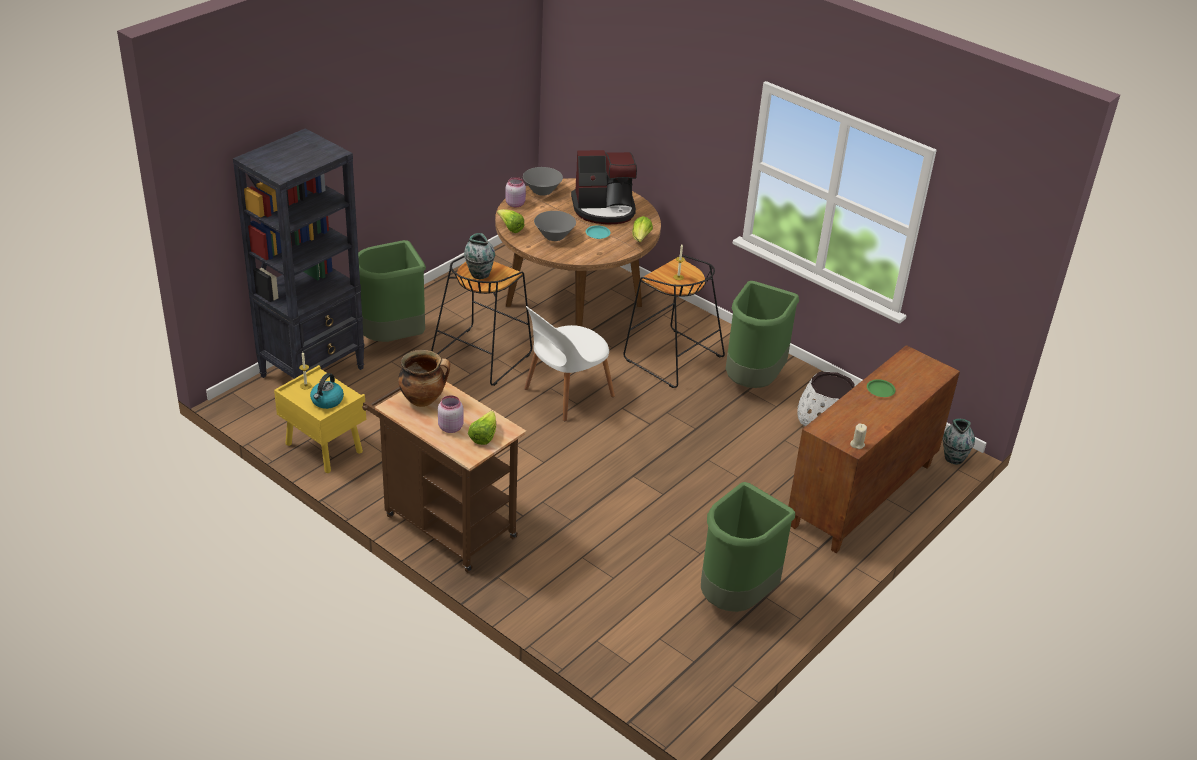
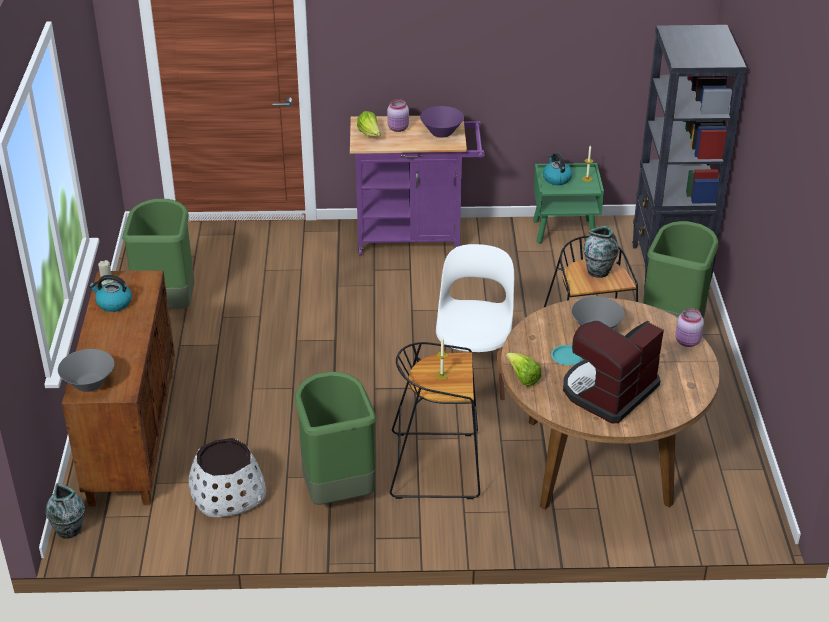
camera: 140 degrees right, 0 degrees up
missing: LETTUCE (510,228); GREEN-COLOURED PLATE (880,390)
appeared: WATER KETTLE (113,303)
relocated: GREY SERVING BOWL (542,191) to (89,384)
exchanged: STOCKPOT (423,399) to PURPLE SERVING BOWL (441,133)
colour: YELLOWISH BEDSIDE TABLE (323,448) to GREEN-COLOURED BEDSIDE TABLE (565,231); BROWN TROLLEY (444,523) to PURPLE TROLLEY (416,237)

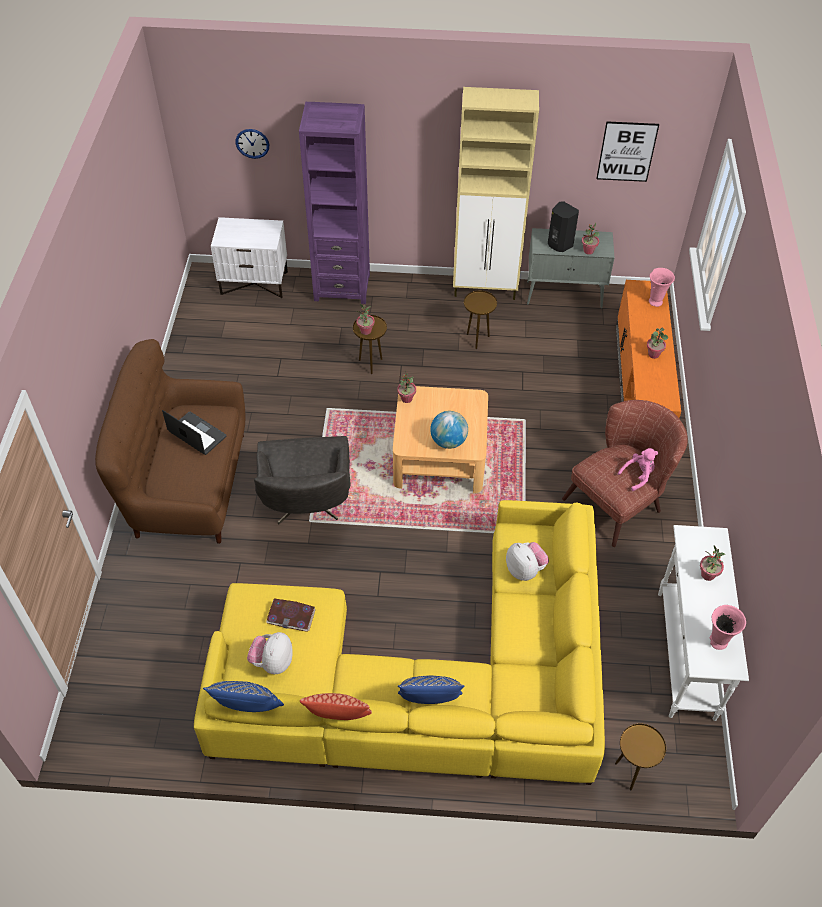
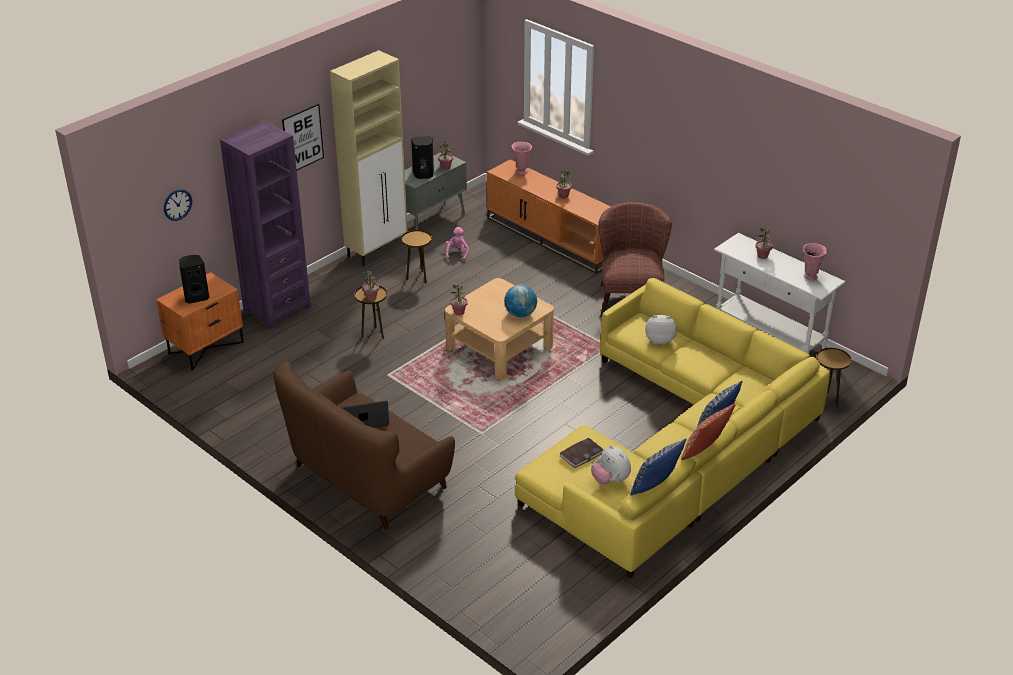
camera: 50 degrees left, 15 degrees down
missing: GREY EASY CHAIR (307,506)
appeared: BLACK AUDIO SPEAKER (196,297)
relocated: WALL ART (627,151) to (303,138); PINK-COLOURED SOFT TOY (638,475) to (457,254)
colour: WHITISH BEDSIDE TABLE (254,282) to ORANGE BEDSIDE TABLE (206,347)

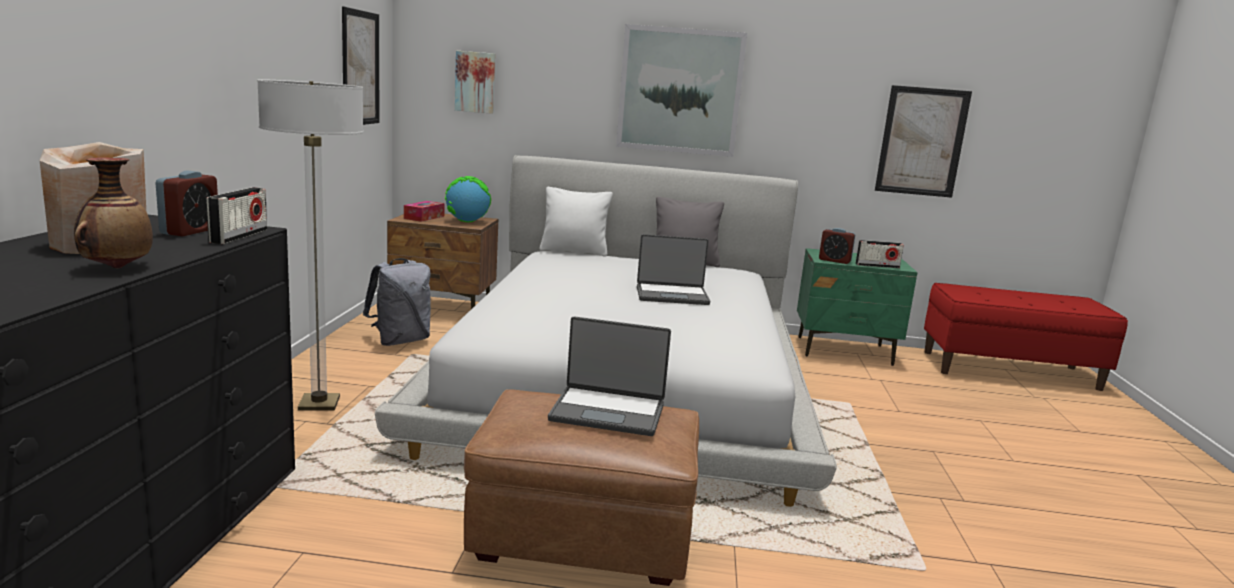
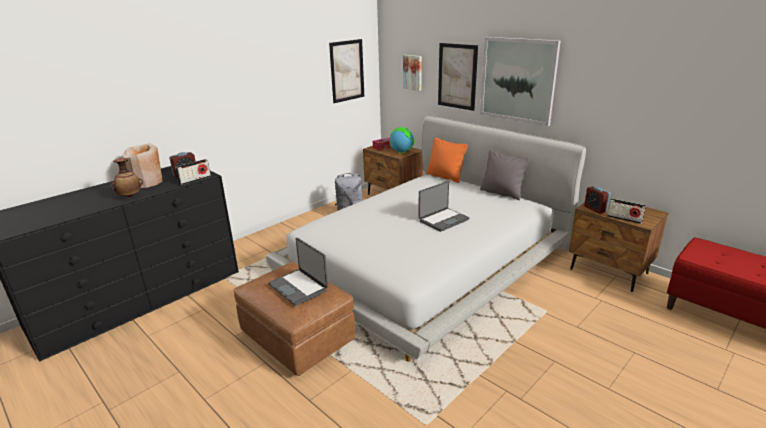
camera: 40 degrees right, 10 degrees up
missing: STANDARD LAMP (319,404)
relocated: WALL ART (921,141) to (457,76)
colour: WHITISH THROW PILLOW (574,251) to ORANGE THROW PILLOW (445,177); GREEN-COLOURED BEDSIDE TABLE (845,351) to BROWN BEDSIDE TABLE (609,271)
spun: NOTEBOOK COMPUTER (672,295) = (443,220) 75 degrees counterclockwise

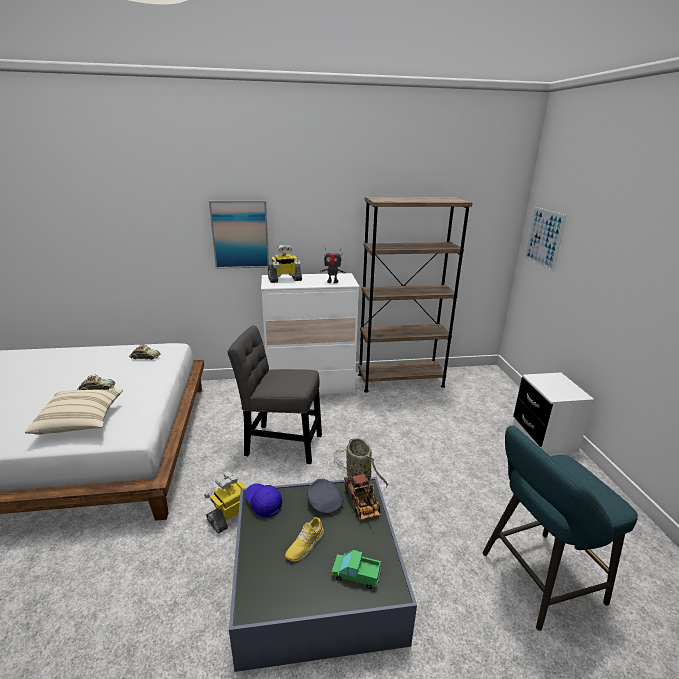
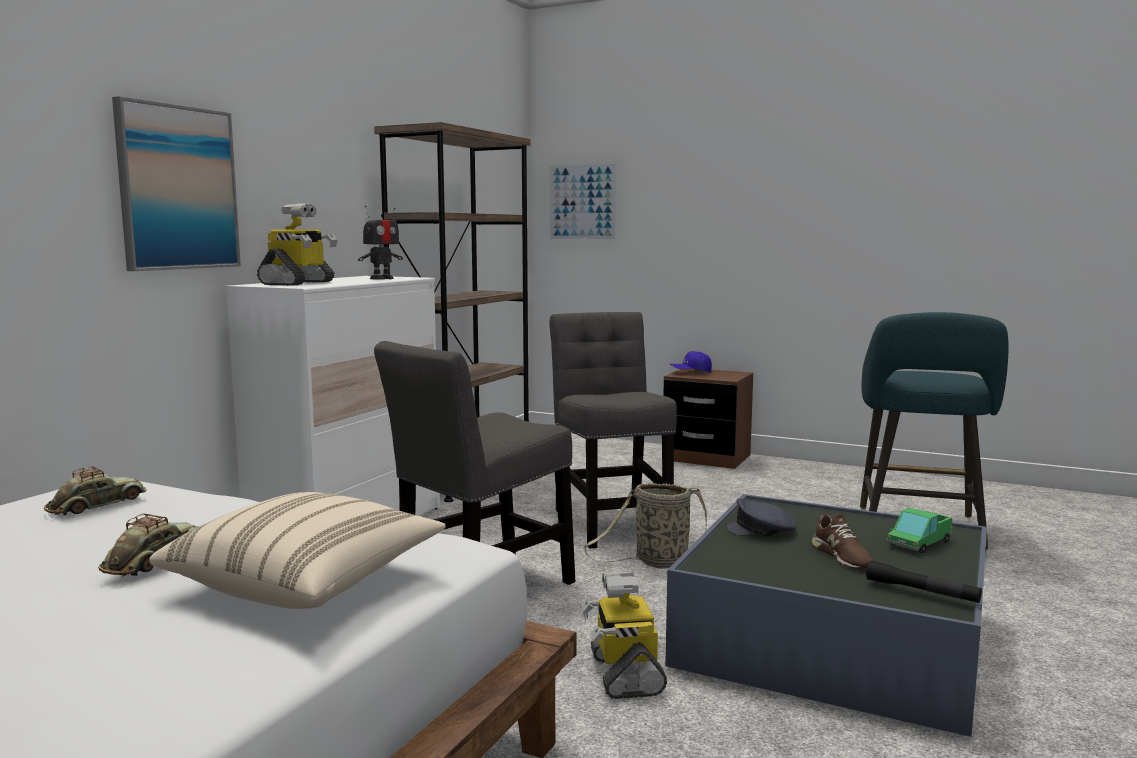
camera: 55 degrees left, 15 degrees down
missing: TOY TRUCK (362,505)
appeared: GREY UPRIGHT CHAIR (611,521); BLACK TORCH (922,591)
relocated: BLUE-COLOURED PEAKED CAP (263,503) to (690,372)
colour: YELLOWISH ITEM OF FOOTWEAR (305,544) to BROWN ITEM OF FOOTWEAR (841,556); WHITISH BEDSIDE TABLE (543,437) to BROWN BEDSIDE TABLE (707,458)

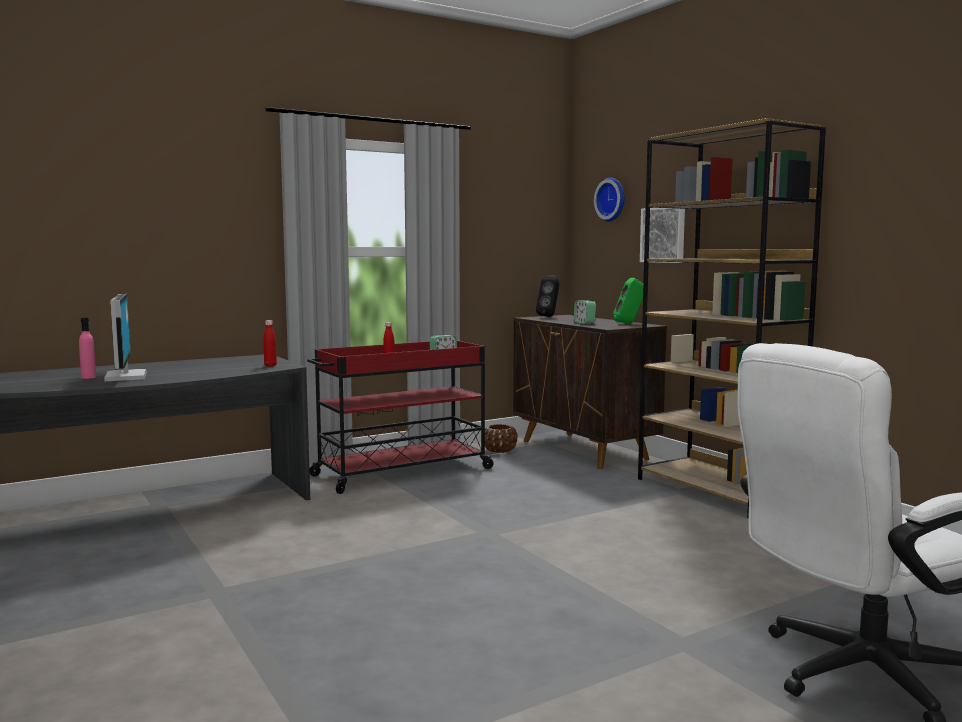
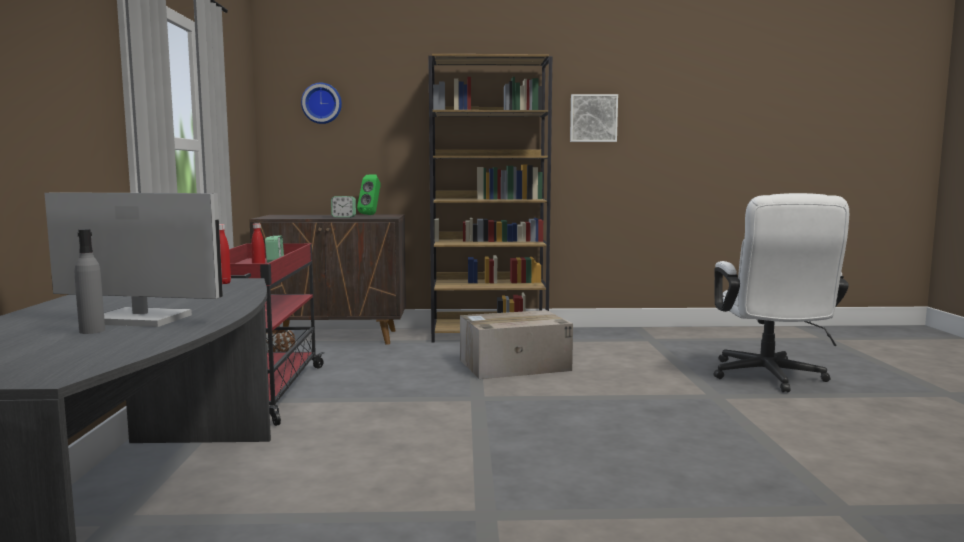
camera: 60 degrees left, 0 degrees up
missing: BLACK AUDIO SPEAKER (549,316)
appeared: CARTON (513,365)
relocated: WALL ART (664,235) to (593,118)
colour: PINK-COLOURED BOTTLE (88,377) to GREY BOTTLE (92,331)

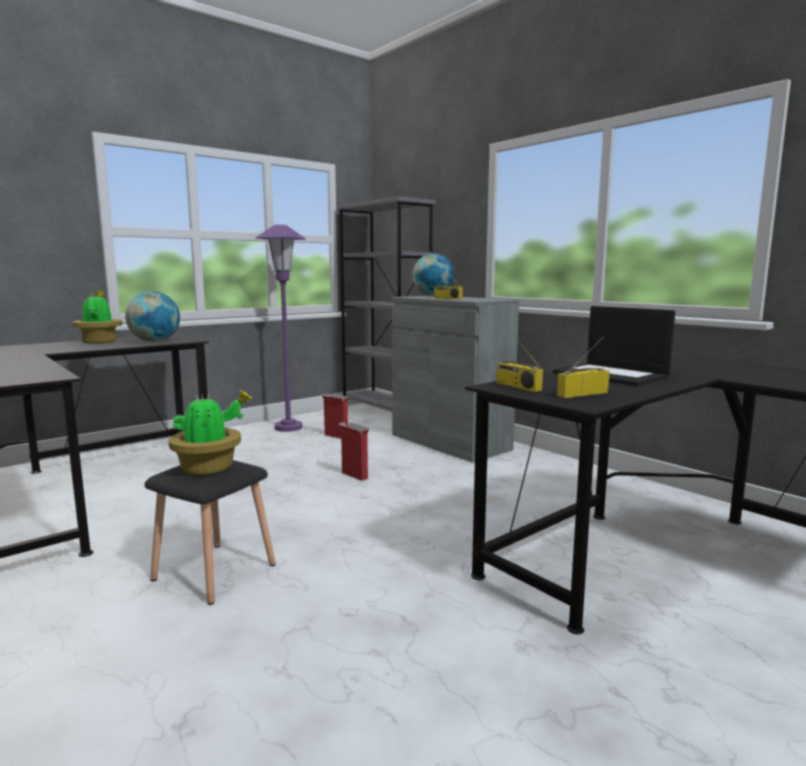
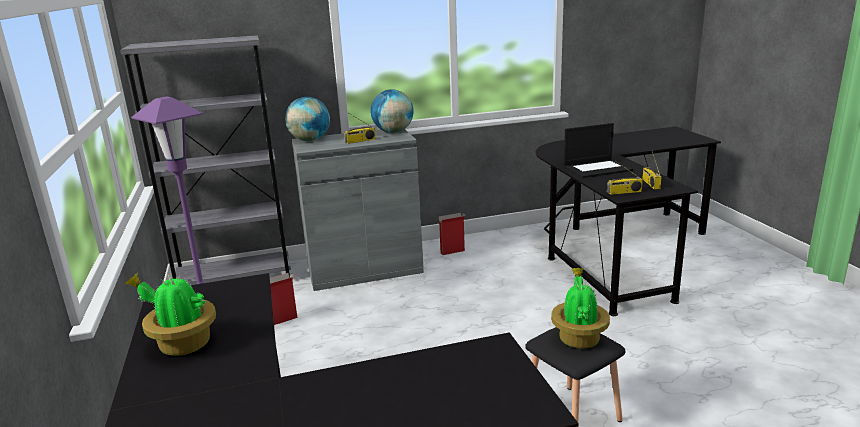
camera: 65 degrees left, 10 degrees up
relocated: GLOBE (155,341) to (393,132); CARTON (354,475) to (452,252)

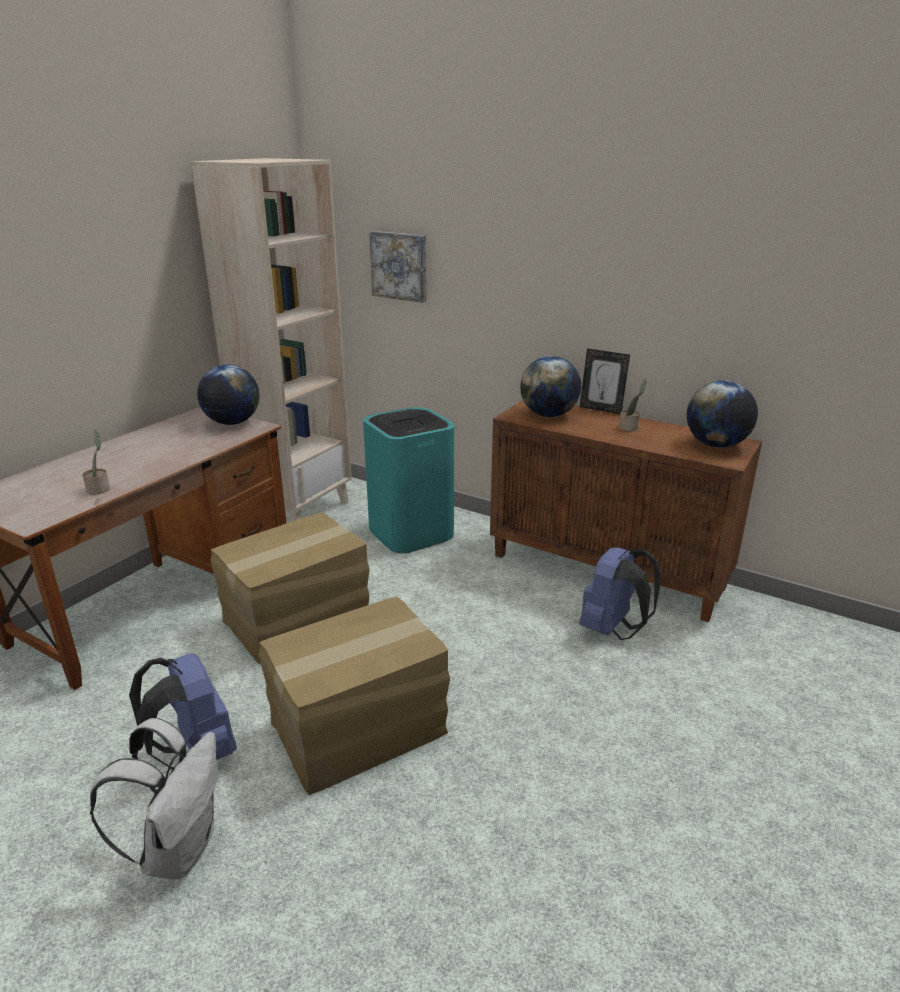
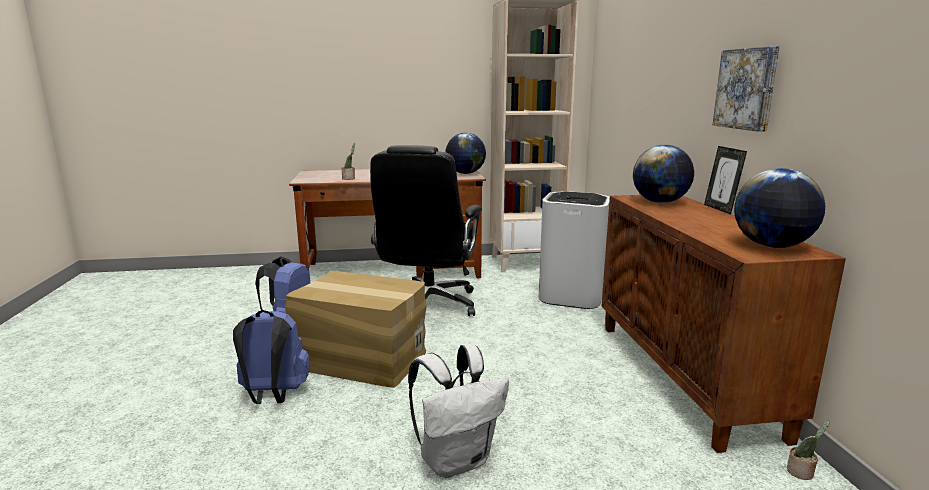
camera: 50 degrees right, 10 degrees down
relocated: WHITISH RUCKSACK (179,848) to (456,460); WALL ART (400,266) to (747,89); BLUE-COLOURED RUCKSACK (612,629) to (273,395); POTTED PLANT (630,428) to (802,473)
exchanged: CARTON (298,620) to BLACK OFFICE CHAIR (428,305)
colour: TURQUOISE TRASH CAN (411,532) to WHITISH TRASH CAN (570,296)

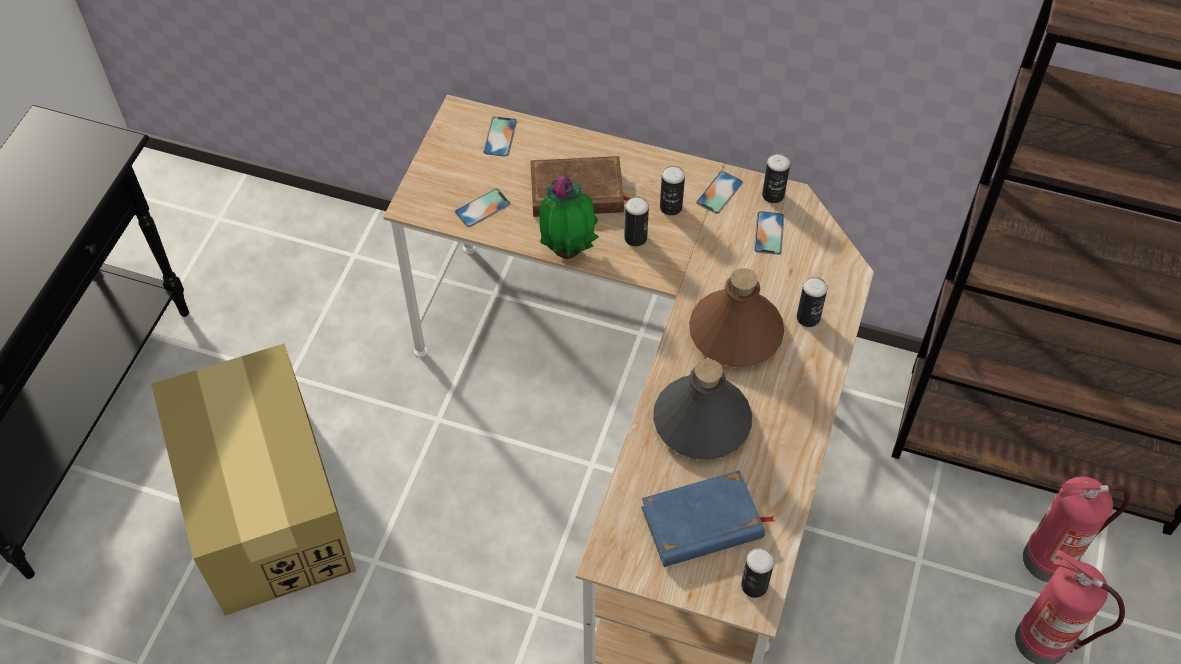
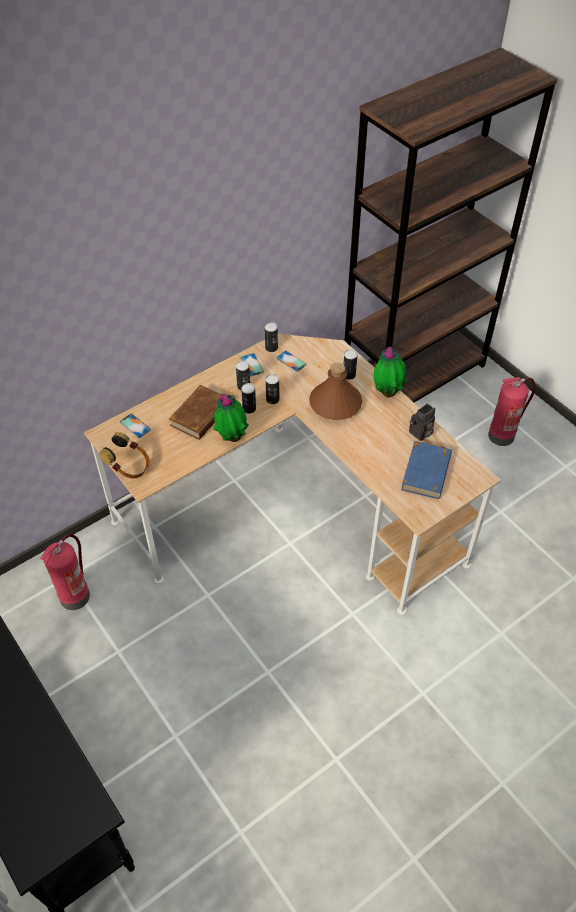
camera: 55 degrees left, 5 degrees down
missing: CARTON (267,508); TELEPHONE (482,208); GREY BOTTLE (701,422)
appeared: HEADPHONES (129,467); POTTED PLANT (387,392); PHOTO CAMERA (420,433)
relocated: CAN (754,585) to (272,399); EXTINGUISHER (1050,558) to (75,595)

